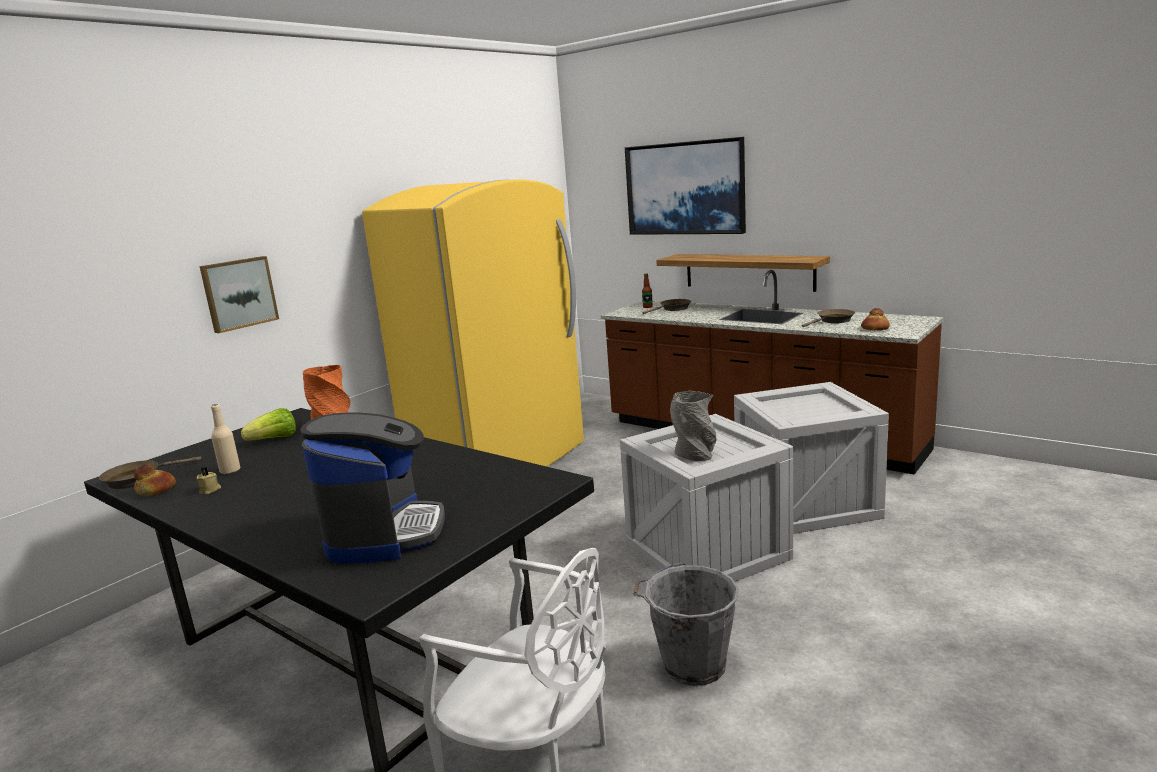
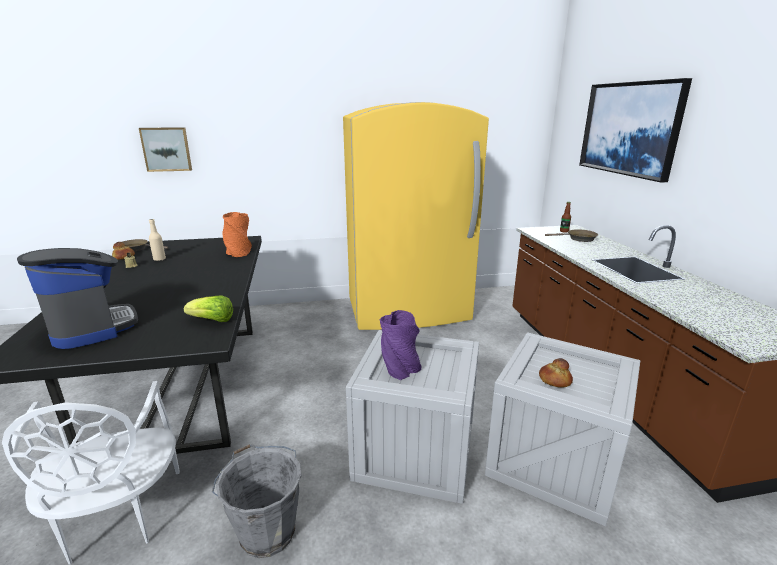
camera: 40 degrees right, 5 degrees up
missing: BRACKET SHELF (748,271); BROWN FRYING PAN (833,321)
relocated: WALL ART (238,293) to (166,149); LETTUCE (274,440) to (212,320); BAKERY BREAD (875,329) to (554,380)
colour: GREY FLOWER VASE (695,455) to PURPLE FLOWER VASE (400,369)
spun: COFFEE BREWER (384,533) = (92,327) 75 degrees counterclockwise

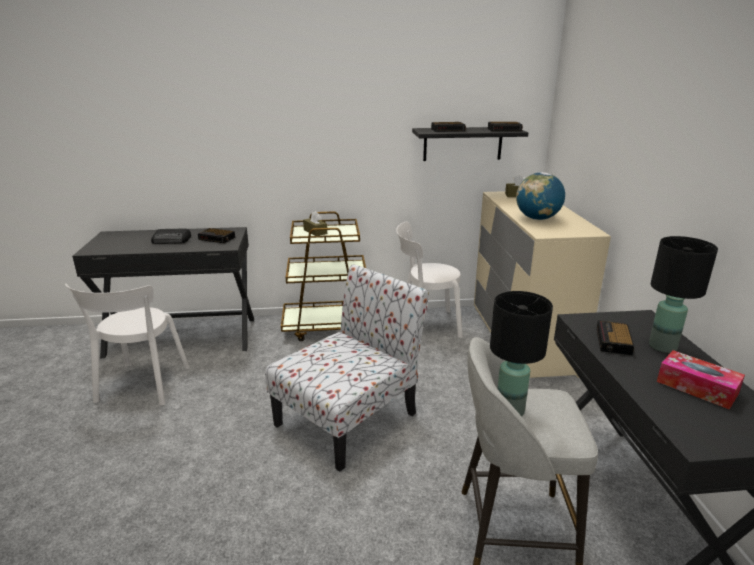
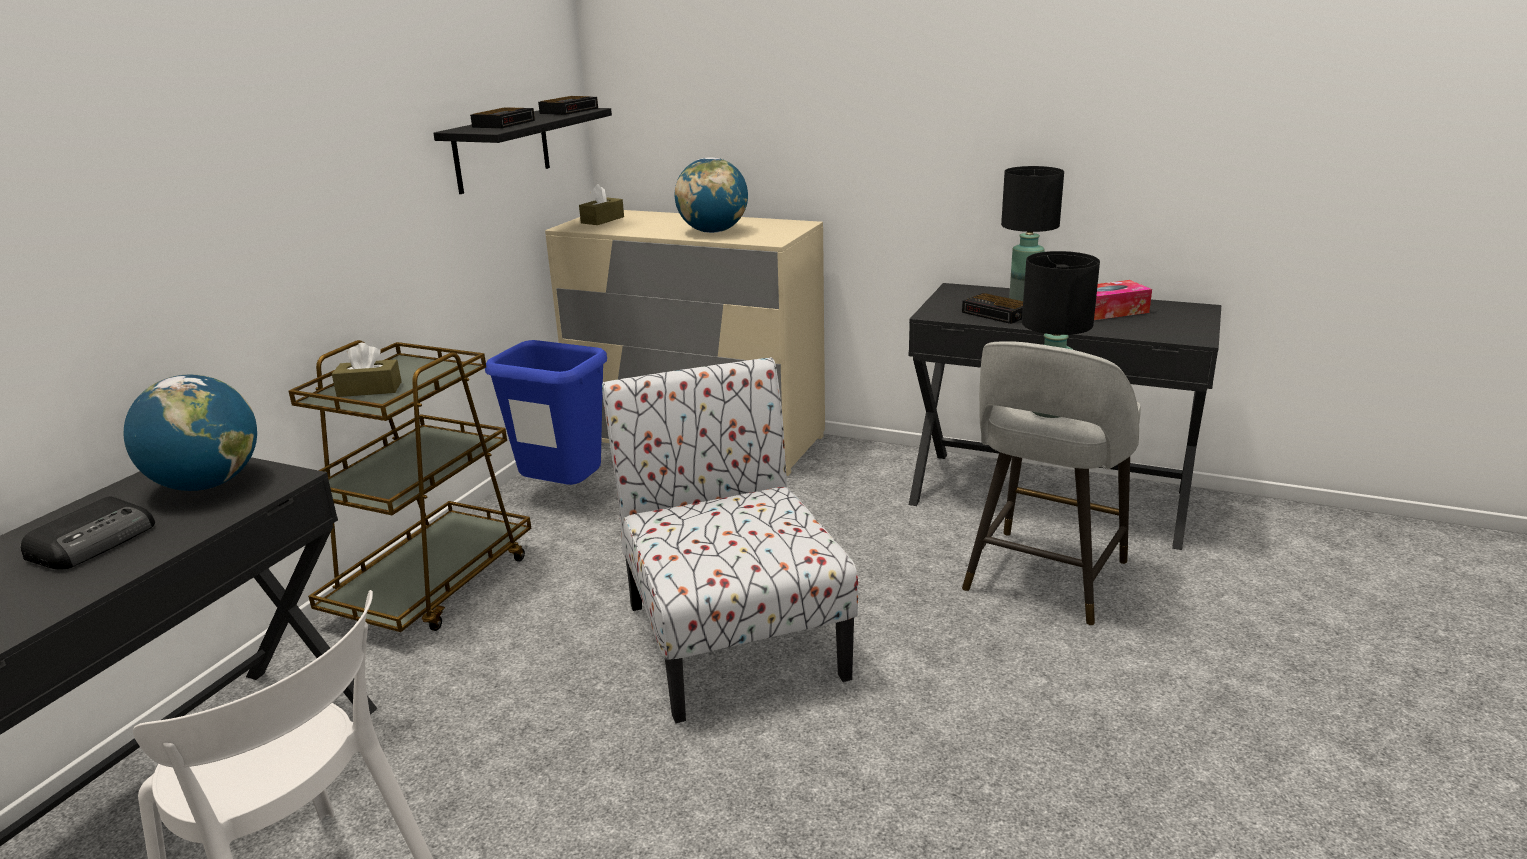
camera: 60 degrees left, 0 degrees up
exchanged: ALARM CLOCK (217,238) to GLOBE (206,484); WHITISH UPRIGHT CHAIR (425,325) to BLUE-COLOURED TRASH CAN (562,494)

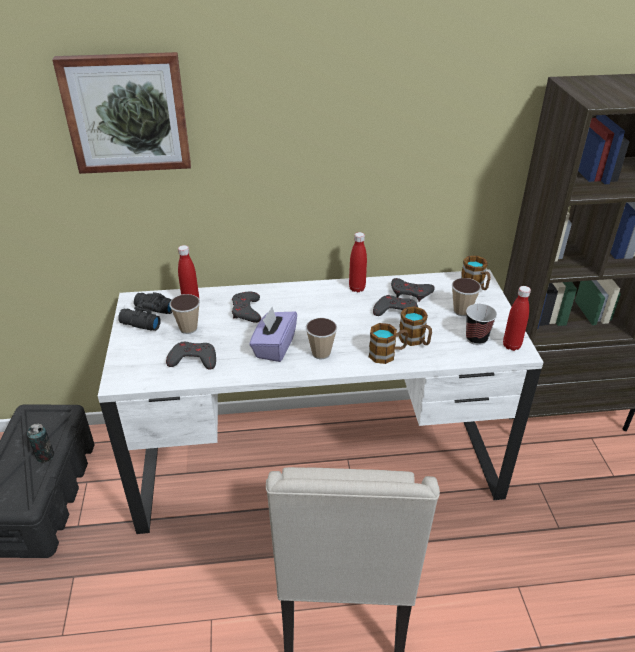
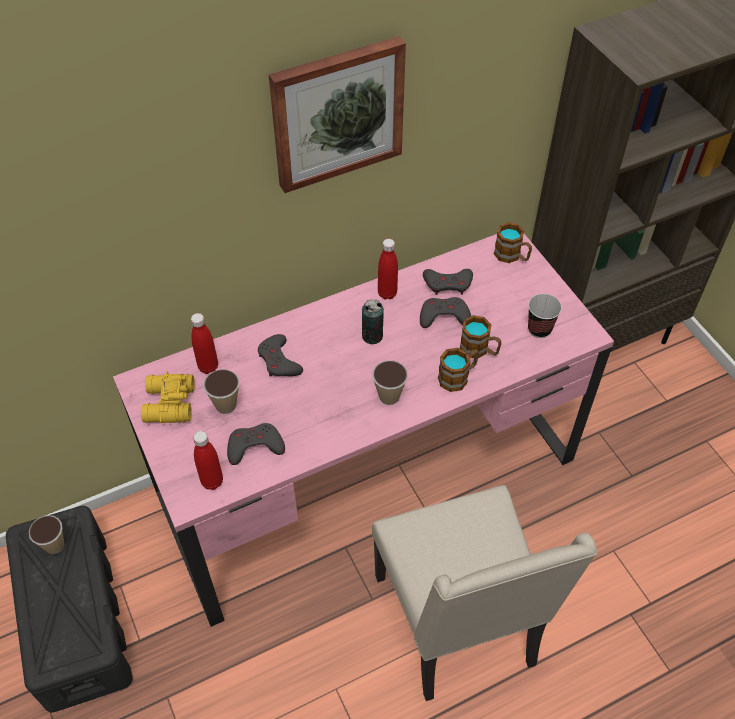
camera: 20 degrees left, 15 degrees up
missing: PURPLE TISSUE HOLDER (274,347)
relocated: CAN (45,456) to (372,336); WALL ART (127,113) to (337,113); SMALL CUP (462,311) to (55,545); RED-COLOURED BOTTLE (511,345) to (212,481)
colour: WHITISH DESK (317,460) to PINK-COLOURED DESK (367,476); BLACK BINOCULARS (146,318) to YELLOWISH BINOCULARS (168,404)

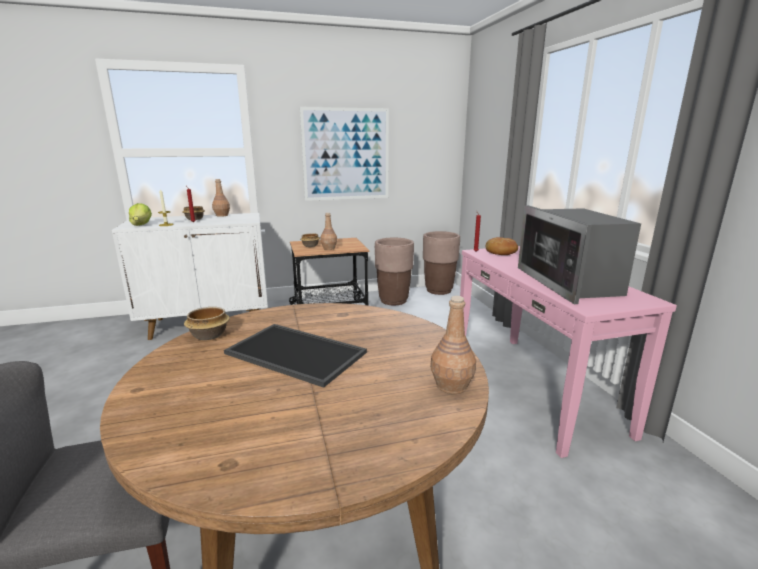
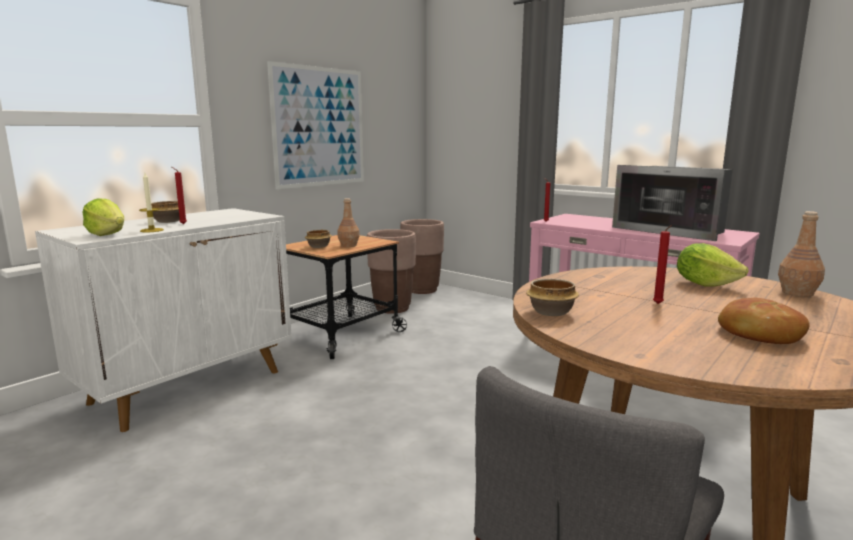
camera: 35 degrees left, 5 degrees down
missing: BROWN BOTTLE (222,215)
appeared: LETTUCE (705,284)
relocated: BAKERY BREAD (500,252) to (759,334)
exchanged: SERVING TRAY (293,353) to RED-COLOURED WAX LIGHT (658,304)

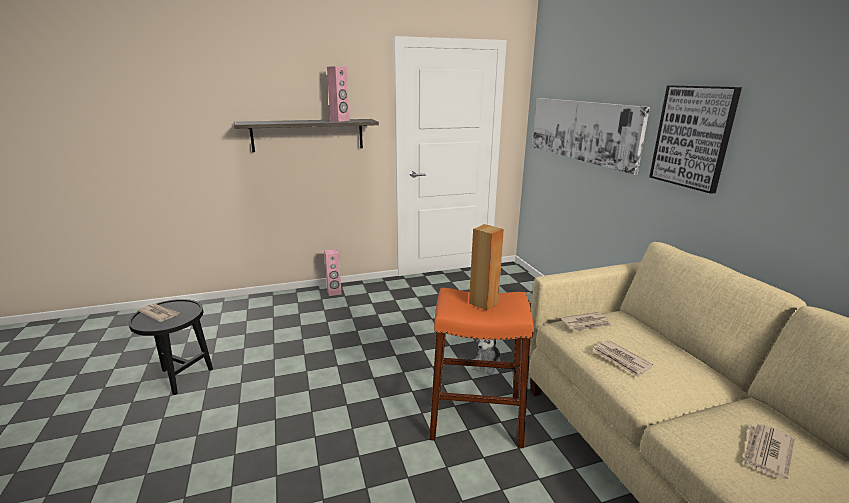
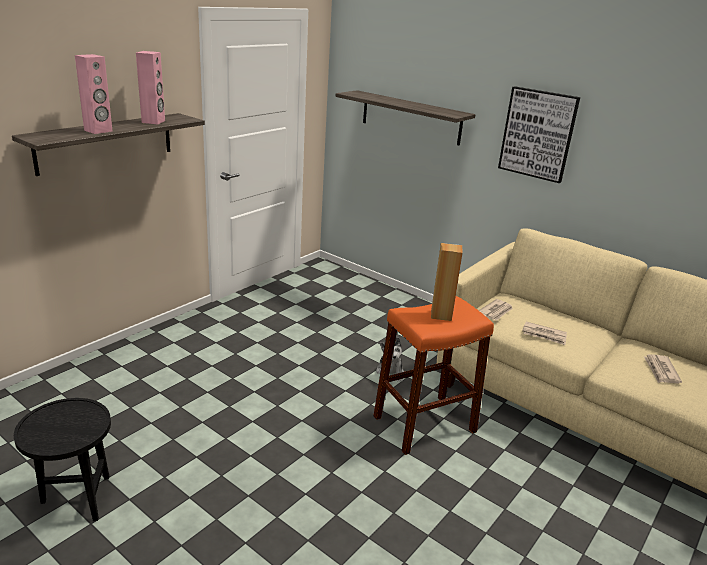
camera: 35 degrees left, 5 degrees up
missing: DAILY PAPER (159,314)
relocated: PINK-COLOURED AUDIO SPEAKER (334,292) to (98,131)
exchanged: WALL ART (582,130) to BRACKET SHELF (410,117)

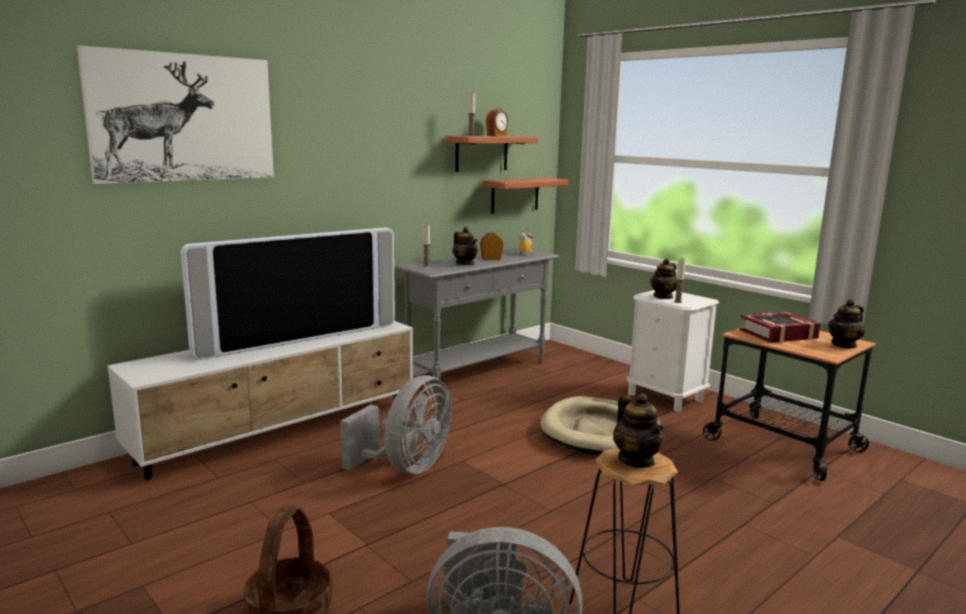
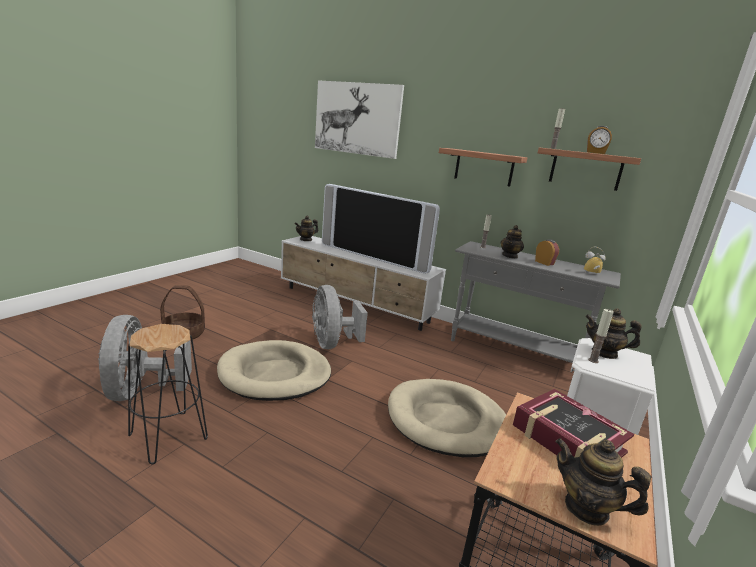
camera: 70 degrees right, 5 degrees up
appeared: BEIGE-COLOURED DOG CUSHION (275,374)
relocated: BRACKET SHELF (515,195) to (484,167); TEA POT (636,460) to (306,239)
spun: GREY ELECTRIC FAN (407,467) = (332,343) 60 degrees clockwise

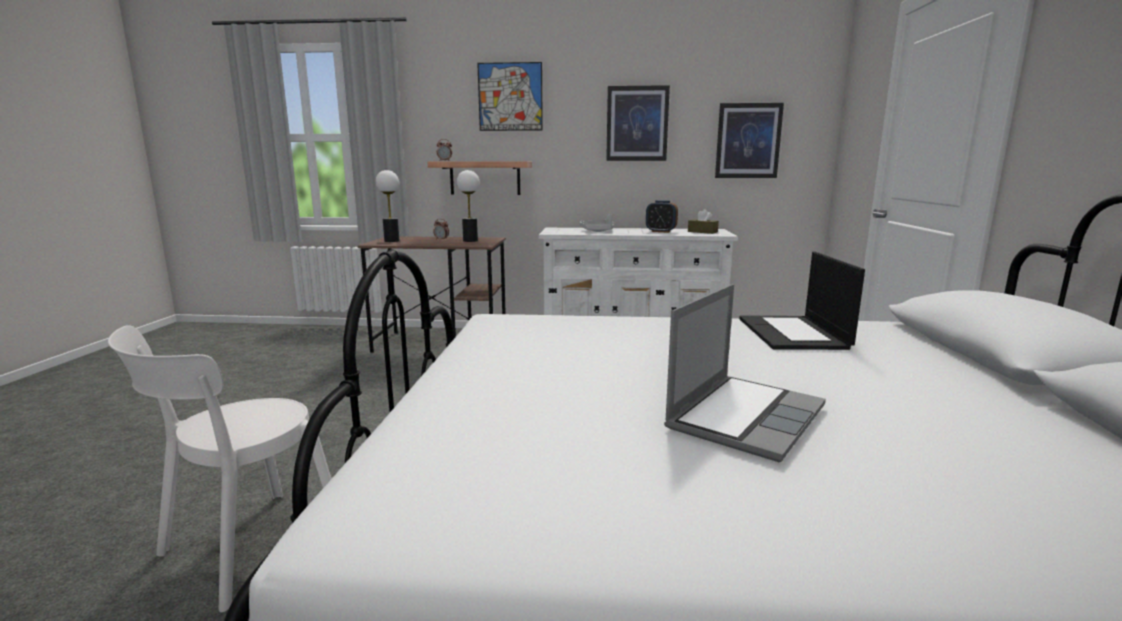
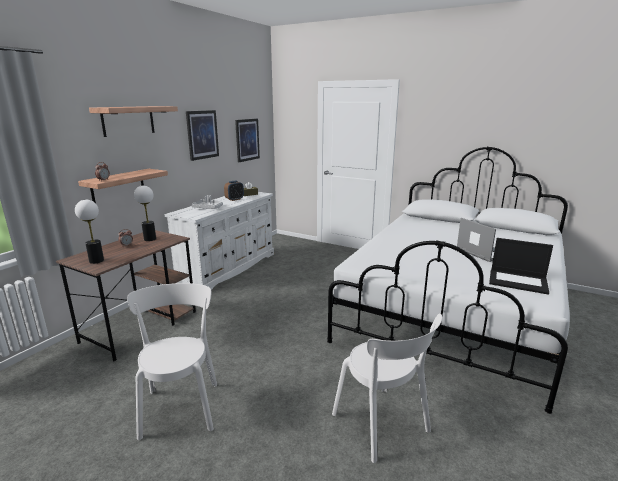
camera: 65 degrees left, 5 degrees up
appeared: WHITISH UPRIGHT CHAIR (181,406)
relocated: NOTEBOOK COMPUTER (793,333) to (518,281)
exchanged: WALL ART (510,97) to BRACKET SHELF (128,120)

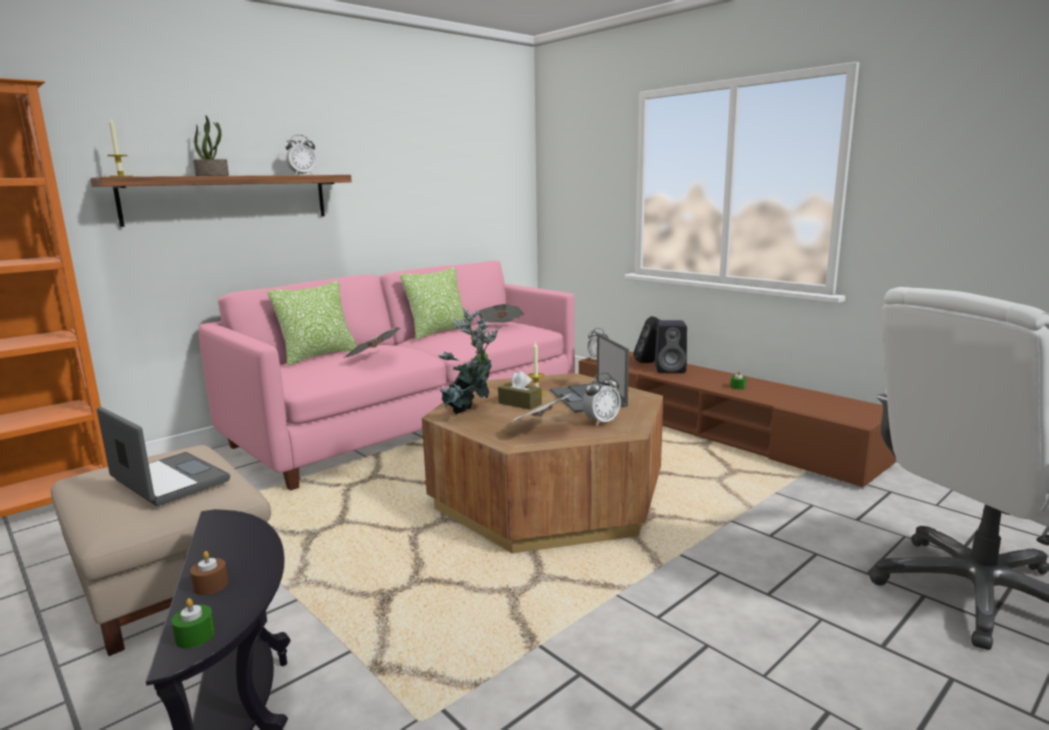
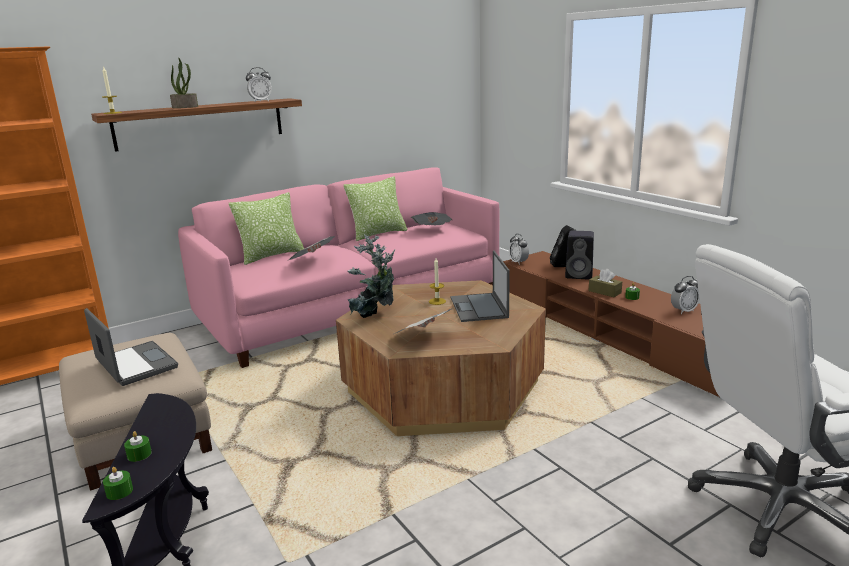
camera: 10 degrees right, 5 degrees up
relocated: BROWN TISSUE HOLDER (520,403) to (604,292); ALARM CLOCK (601,422) to (683,311)
colour: BROWN WAX LIGHT (211,585) to GREEN-COLOURED WAX LIGHT (139,454)

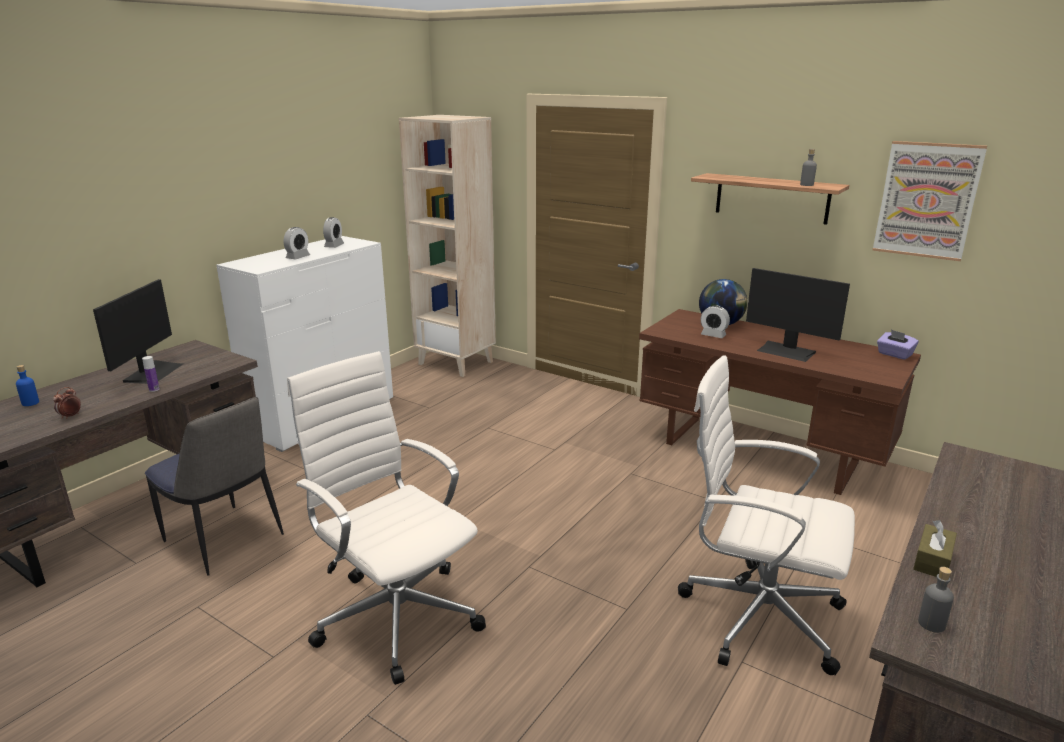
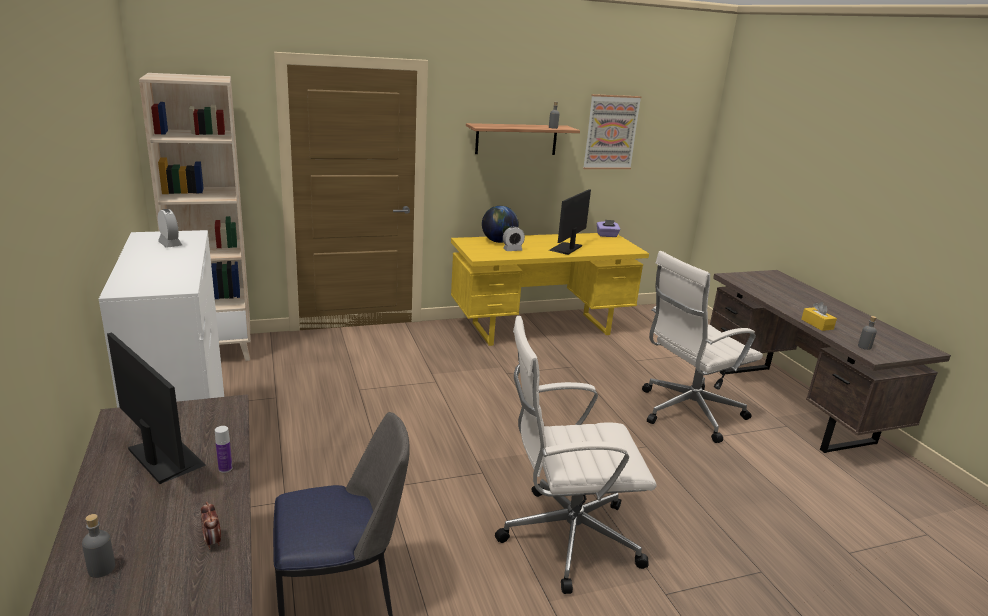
camera: 55 degrees left, 0 degrees up
missing: ALARM CLOCK (298,257)
colour: BLUE-COLOURED BOTTLE (30,403) to GREY BOTTLE (101,568); BROWN DESK (761,453) to YELLOWISH DESK (541,328); BROWN TISSUE HOLDER (932,560) to YELLOWISH TISSUE HOLDER (817,324)
spun: COMPUTER DISPLAY (786,351) = (566,248) 135 degrees clockwise

